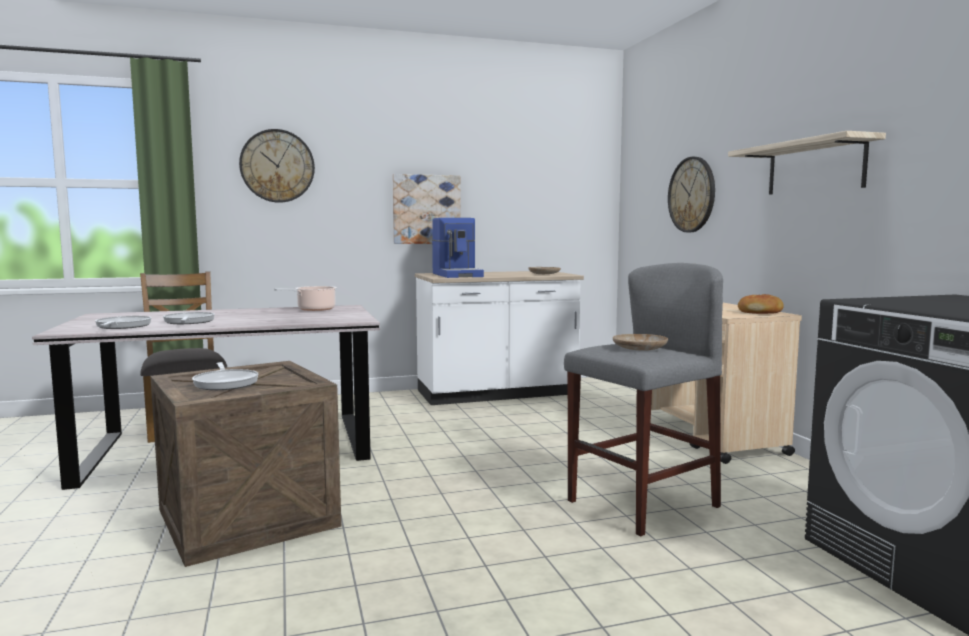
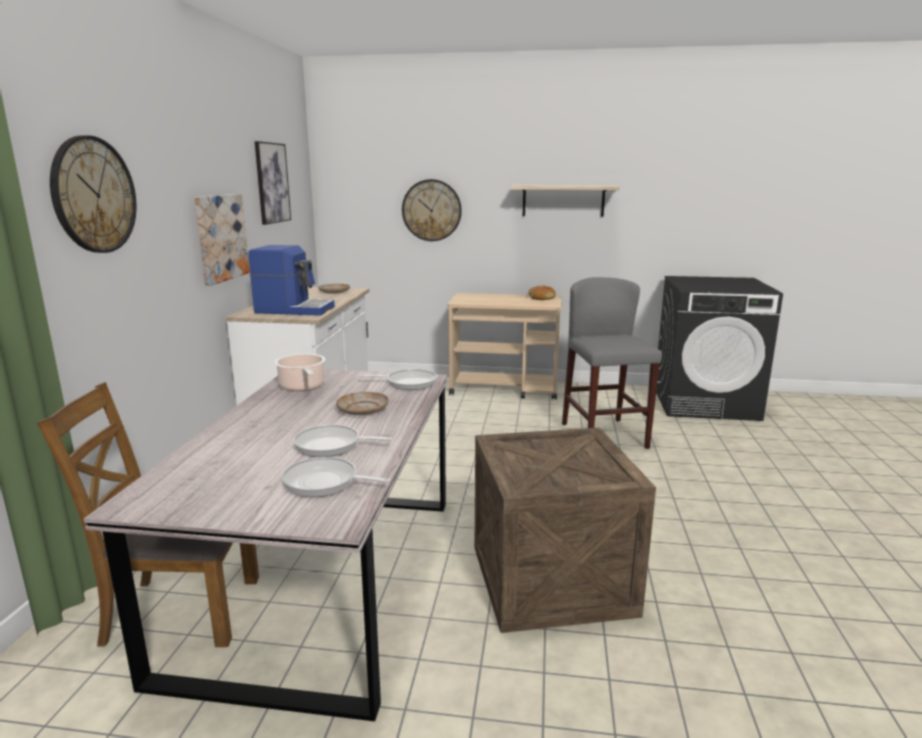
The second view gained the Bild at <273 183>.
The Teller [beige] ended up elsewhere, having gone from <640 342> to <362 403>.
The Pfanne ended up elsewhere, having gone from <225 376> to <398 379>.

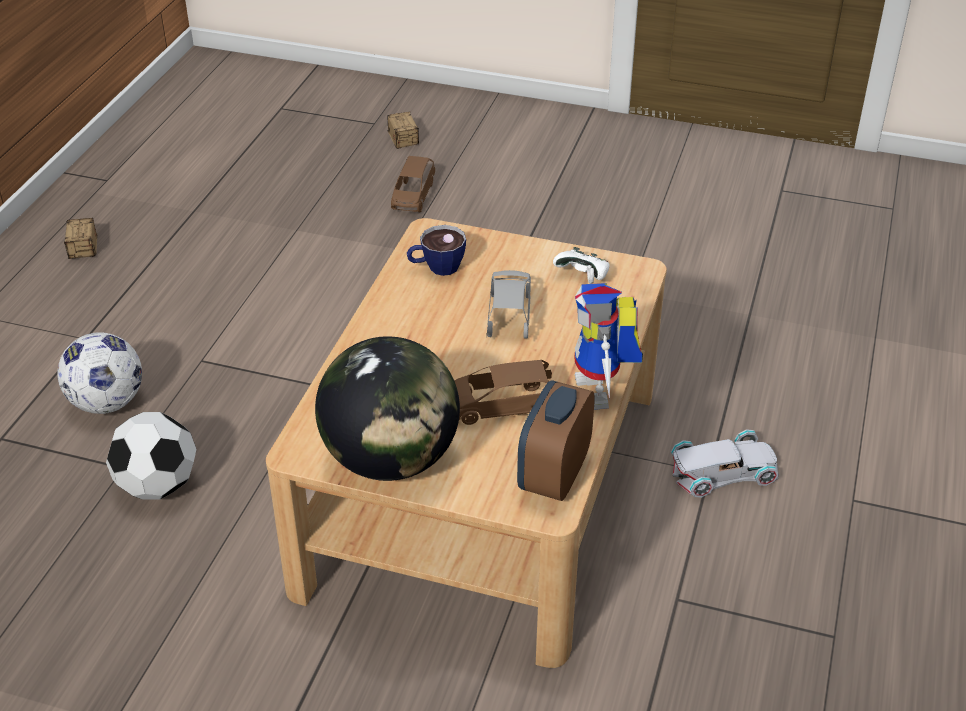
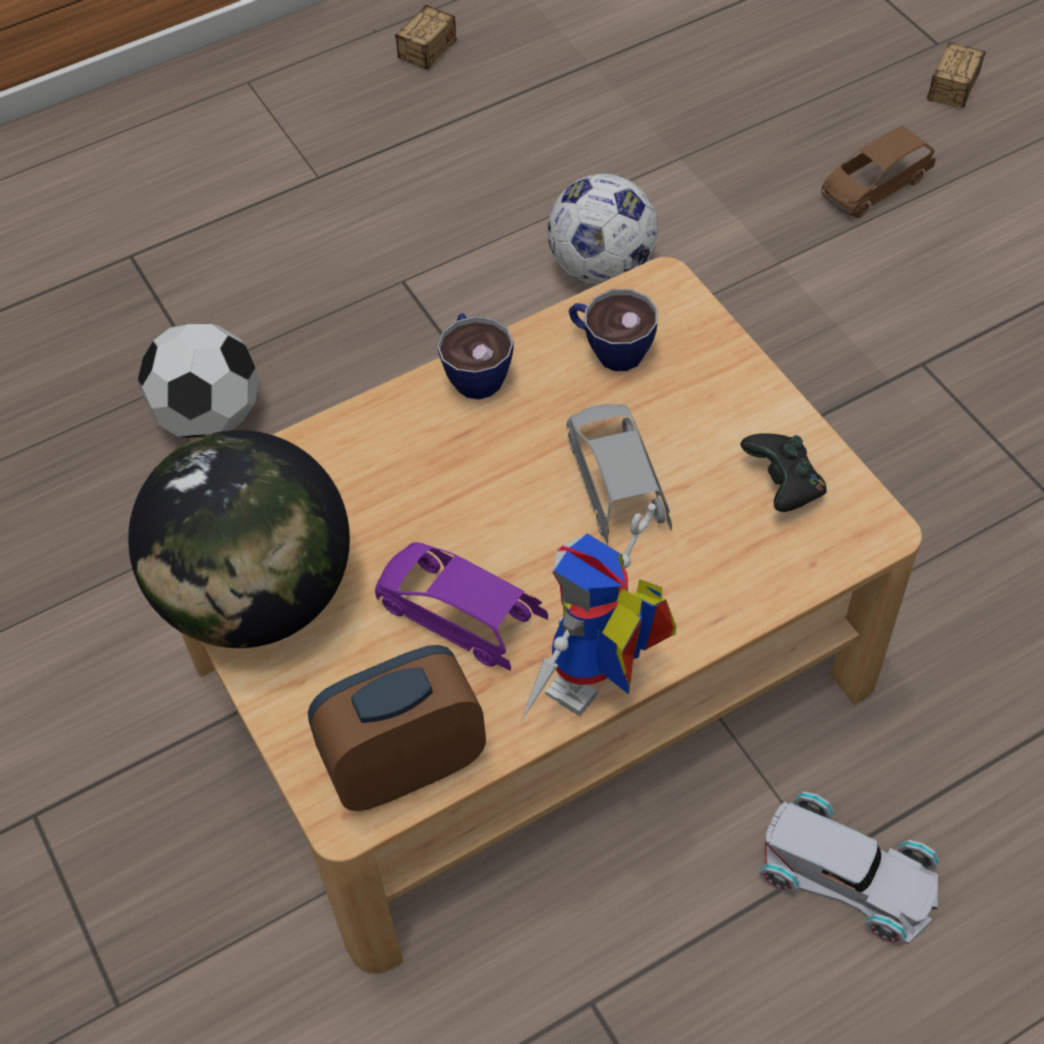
What was the Spielzeugauto [braun] at <503 392> turned into the Spielzeugauto [lila] at <461 606>.
The second view gained the Tasse at <475 356>.
The Fußball ended up elsewhere, having gone from <100 373> to <602 230>.
The Spielzeugauto [grau] at <509 304> ended up facing another way, 60 degrees counterclockwise from before.
What was the Gamepad [weiß] at <581 263> turned into the Gamepad [schwarz] at <783 472>.

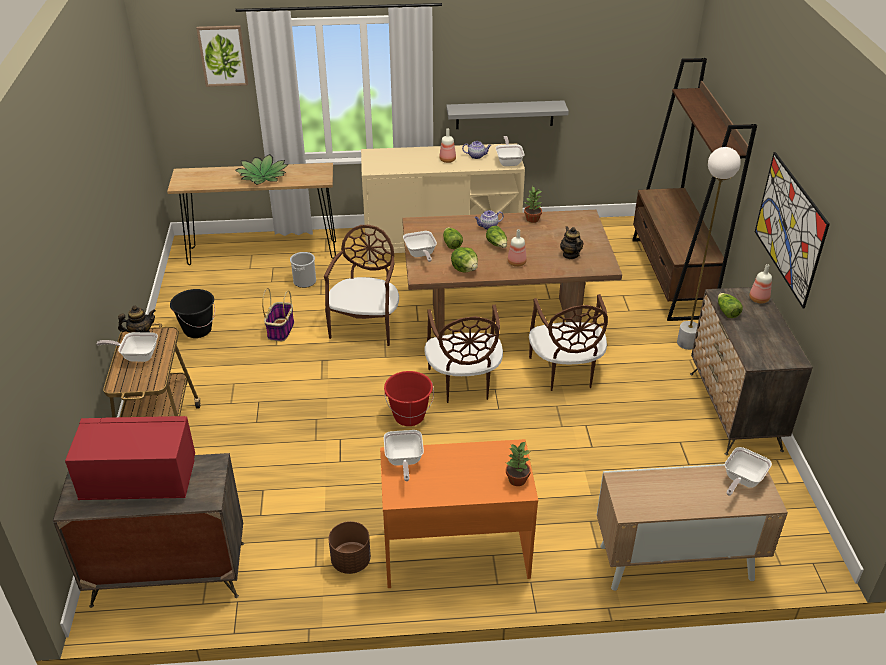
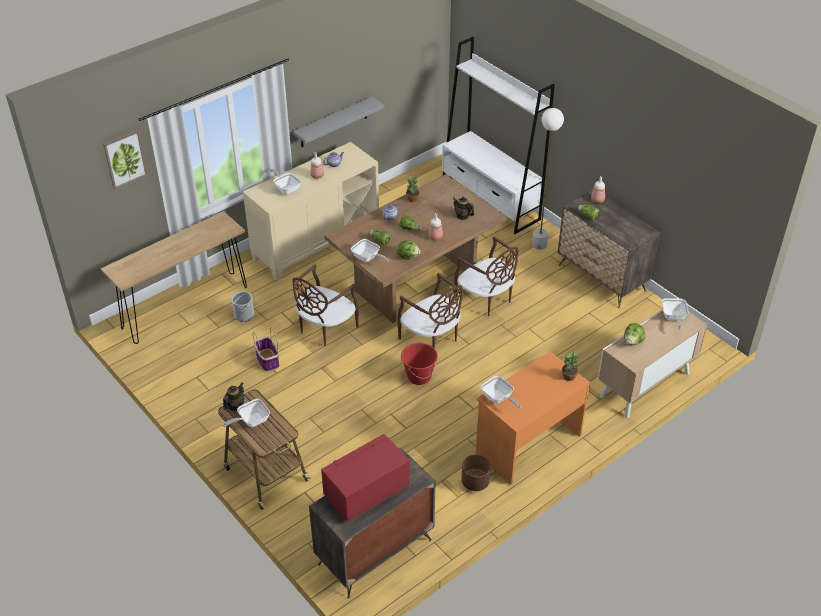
The Pfanne ended up elsewhere, having gone from <510 151> to <285 182>.
The Stuhl [braun] at <361 285> ended up facing another way, 120 degrees counterclockwise from before.
What was the Bücherregal [braun] at <694 189> turned into the Bücherregal [weiß] at <498 135>.
The second view gained the Salatkopf at <634 334>.
The second view lost the Eimer [schwarz] at <192 313>.
The second view lost the Topfpflanze at <262 169>.
The second view lost the Bild at <792 230>.

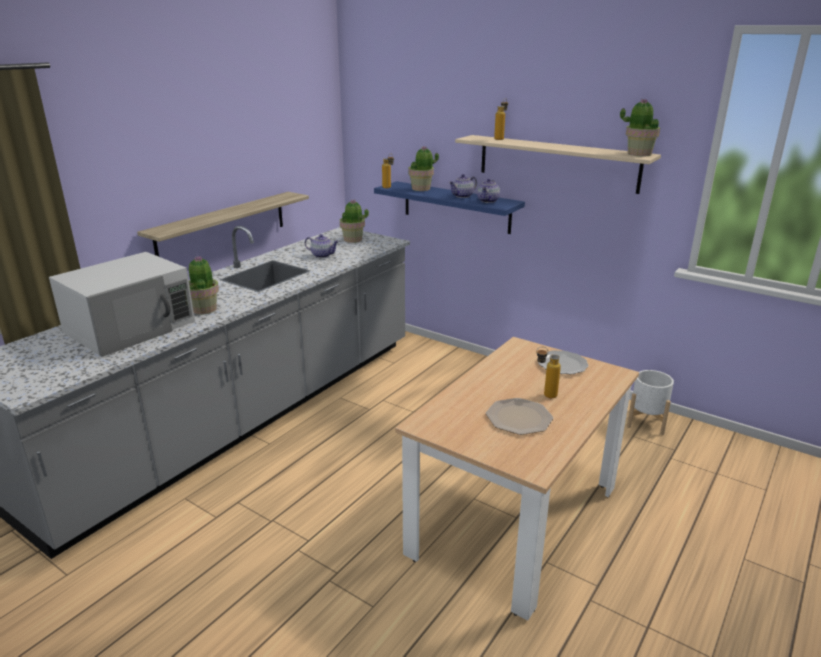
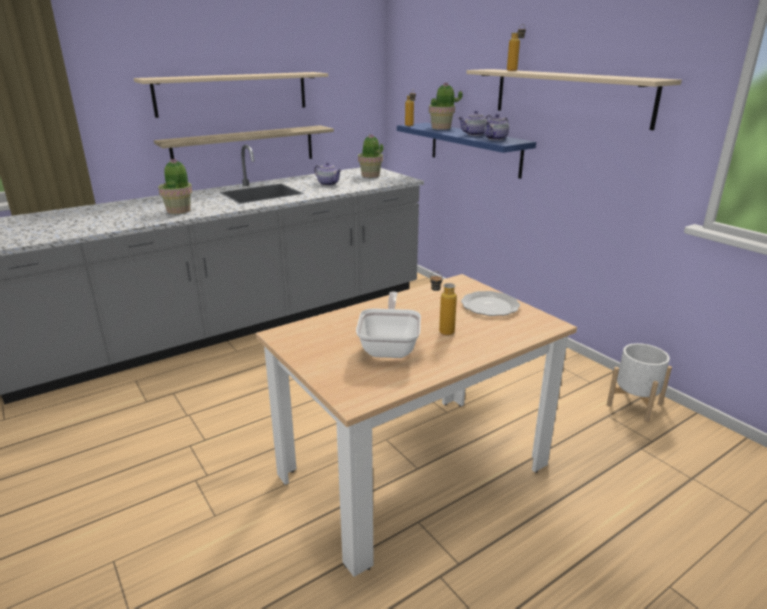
The second view gained the Wandregal [beige] at <231 95>.
Where the Teller stood at <519 416>, the Pfanne came to stand at <388 325>.
The second view lost the Mikrowelle [weiß] at <122 304>.
The second view lost the Topfpflanze at <640 128>.

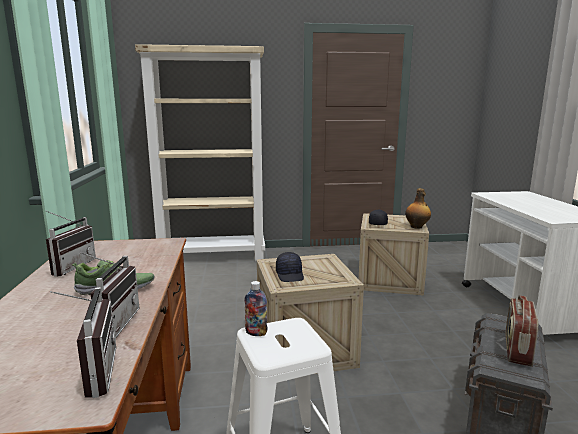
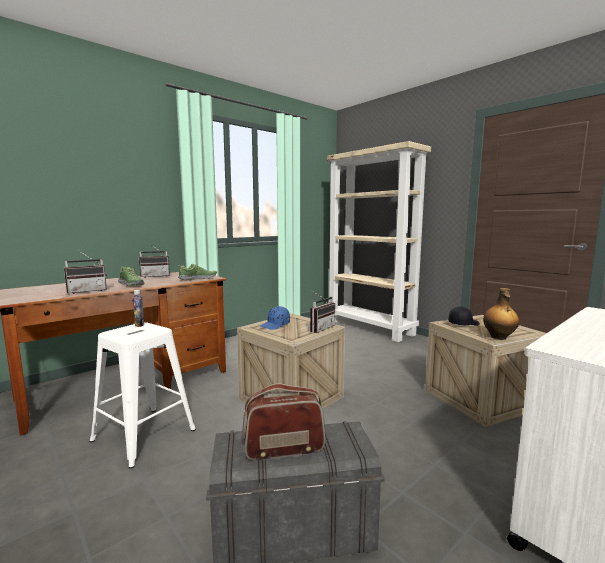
The second view gained the Schuh at <198 272>.
What was the Kappe [schwarz] at <290 267> turned into the Kappe [blau] at <275 318>.
The Radio ended up elsewhere, having gone from <83 342> to <323 312>.

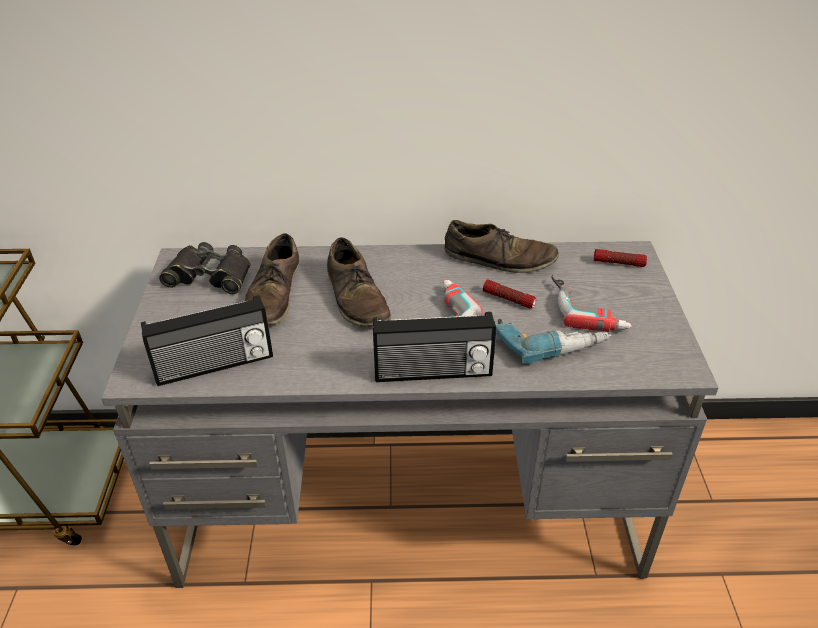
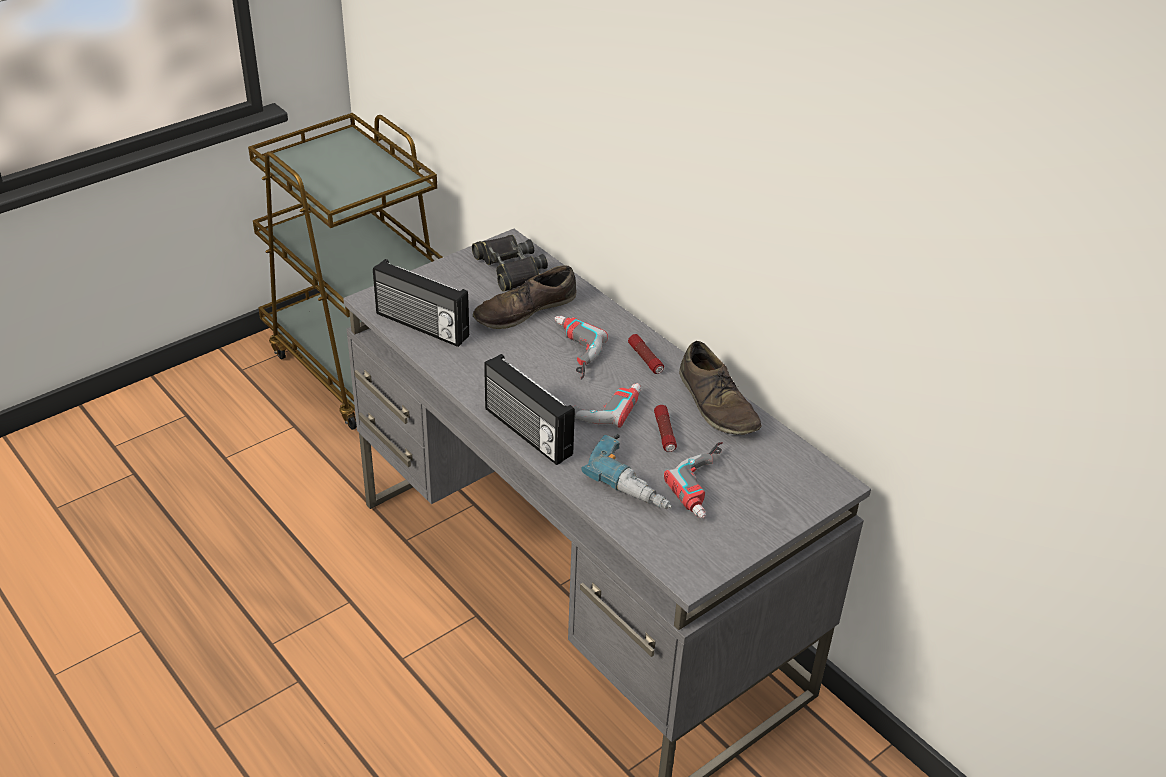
Where the Schuh [braun] stood at <359 282>, the Bohrmaschine came to stand at <581 347>.
The Taschenlampe ended up elsewhere, having gone from <620 258> to <646 354>.

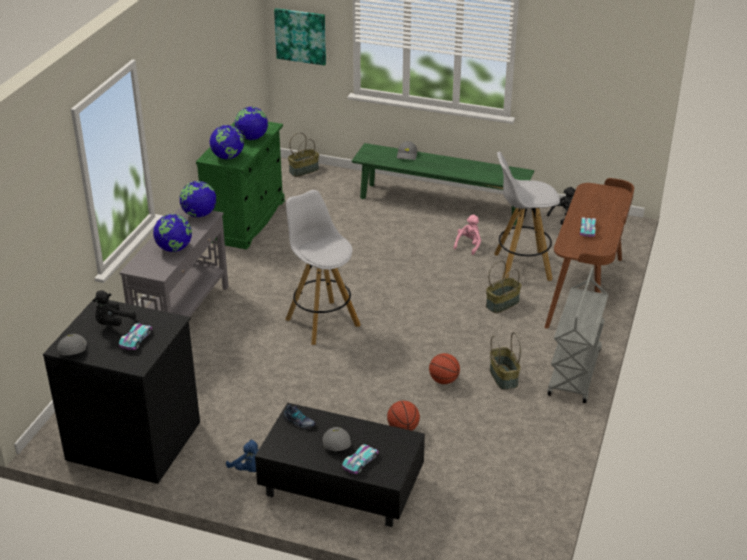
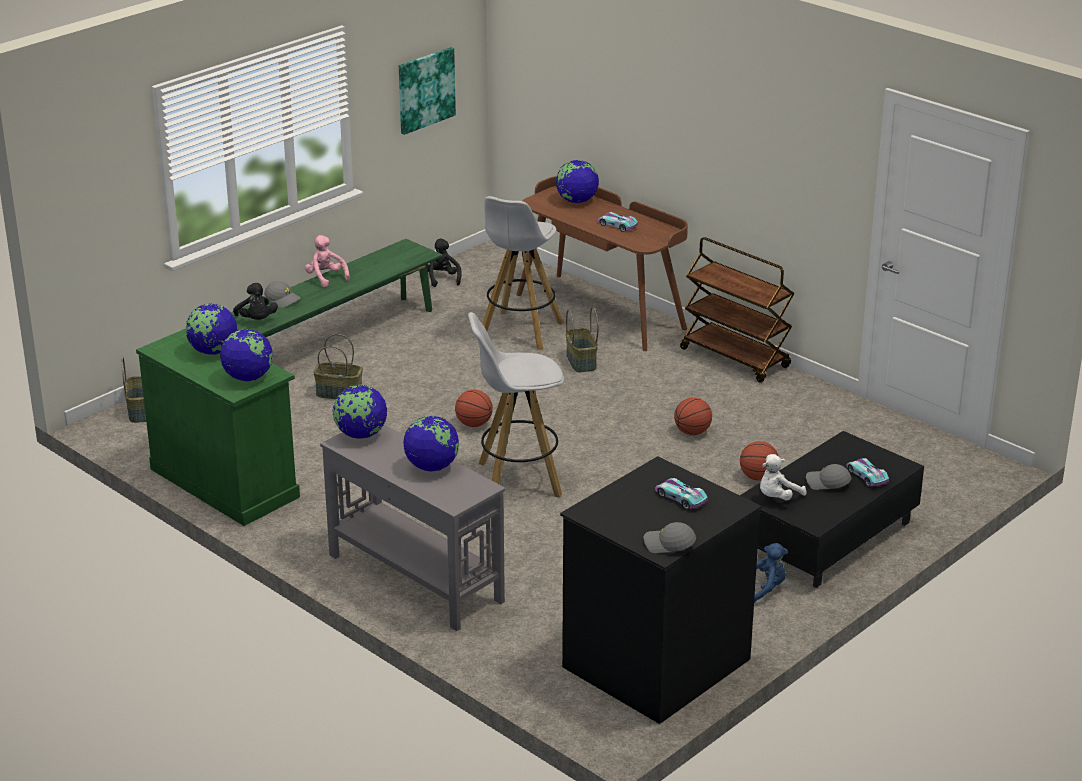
The Plüschtier [schwarz] ended up elsewhere, having gone from <114 308> to <255 301>.
The Plüschtier [rosa] ended up elsewhere, having gone from <467 235> to <327 261>.
The Korb ended up elsewhere, having gone from <505 361> to <338 366>.
The Bild ended up elsewhere, having gone from <300 37> to <427 91>.
The second view gained the Basketball at <474 408>.
The second view gained the Globus at <577 181>.
What was the Rollwagen [grau] at <577 335> turned into the Rollwagen [braun] at <737 309>.
Where the Schuh stood at <299 417>, the Plüschtier [weiß] came to stand at <783 477>.

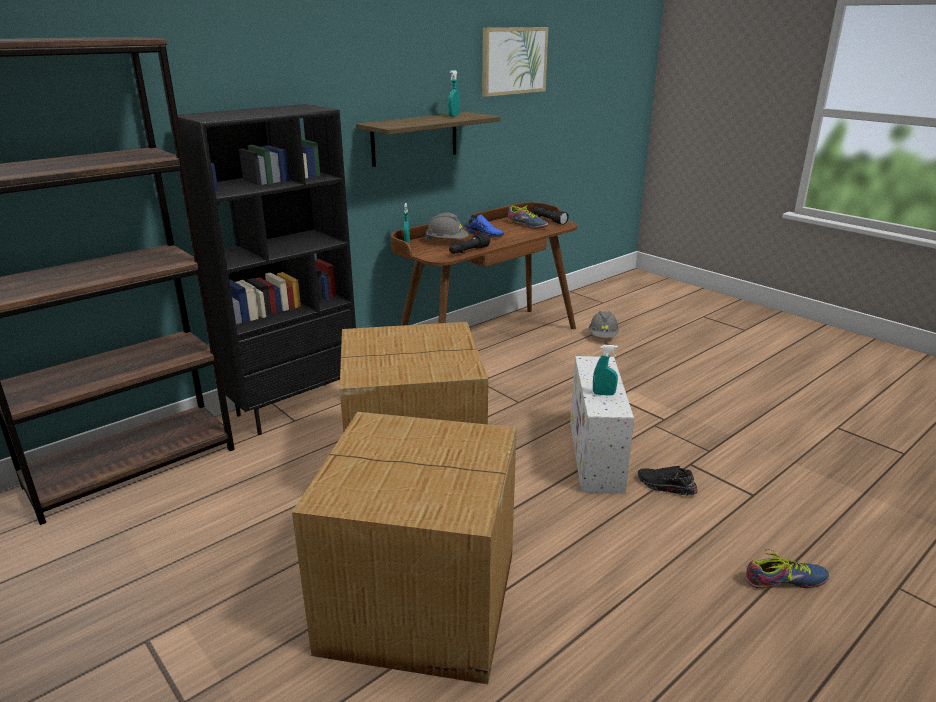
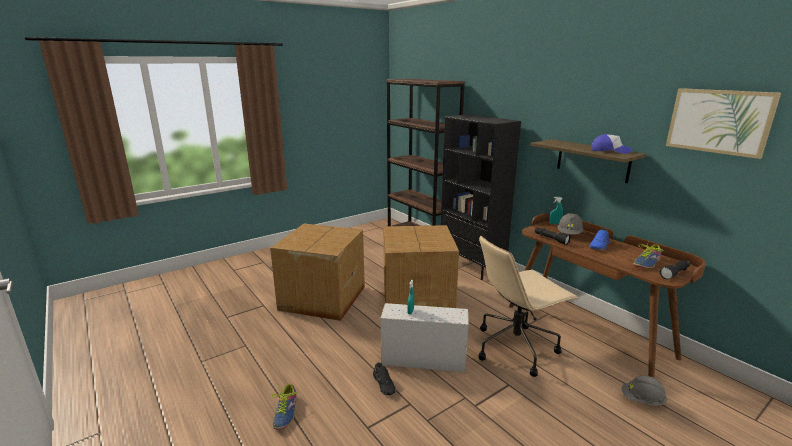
The Schuh [schwarz] at <668 480> ended up facing another way, 120 degrees clockwise from before.
The second view gained the Bürostuhl [beige] at <528 306>.
Where the Sprühflasche [türkis] stood at <454 93>, the Kappe came to stand at <612 144>.

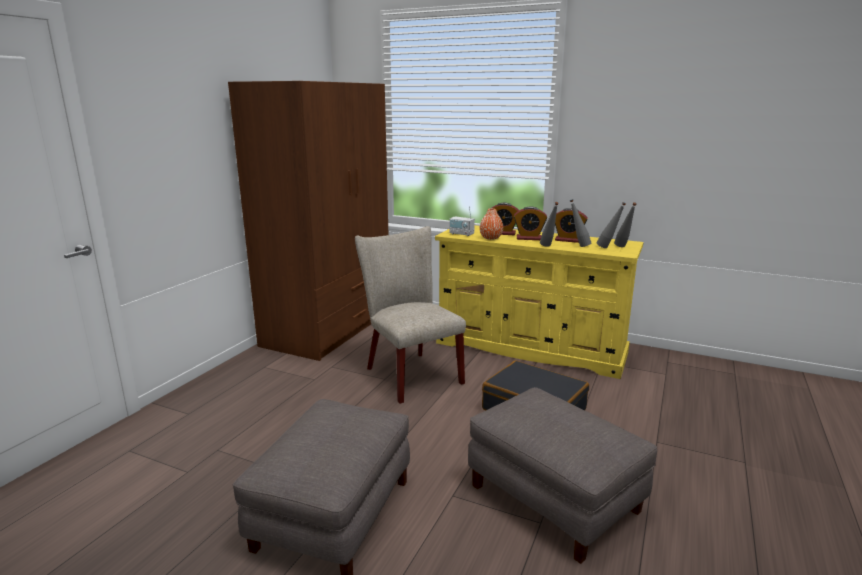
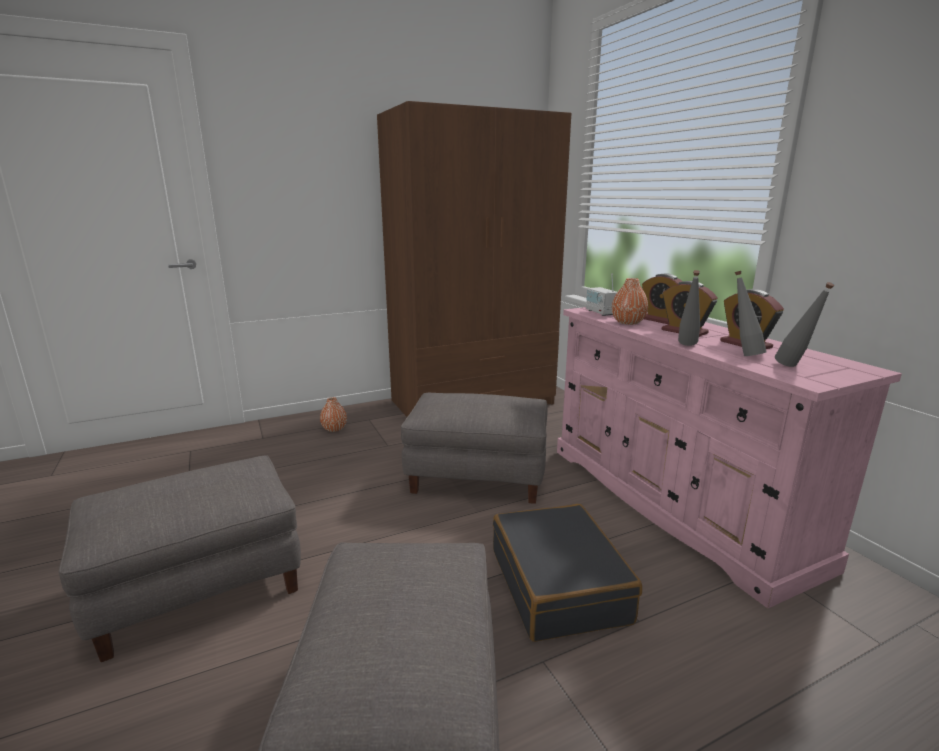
The second view gained the Vase [orange] at <333 414>.
Where the Stuhl [beige] stood at <410 315>, the Polsterhocker [grau] came to stand at <474 448>.
What was the Kommode [gelb] at <539 302> turned into the Kommode [rosa] at <729 457>.
The second view lost the Flasche [grau] at <625 224>.

